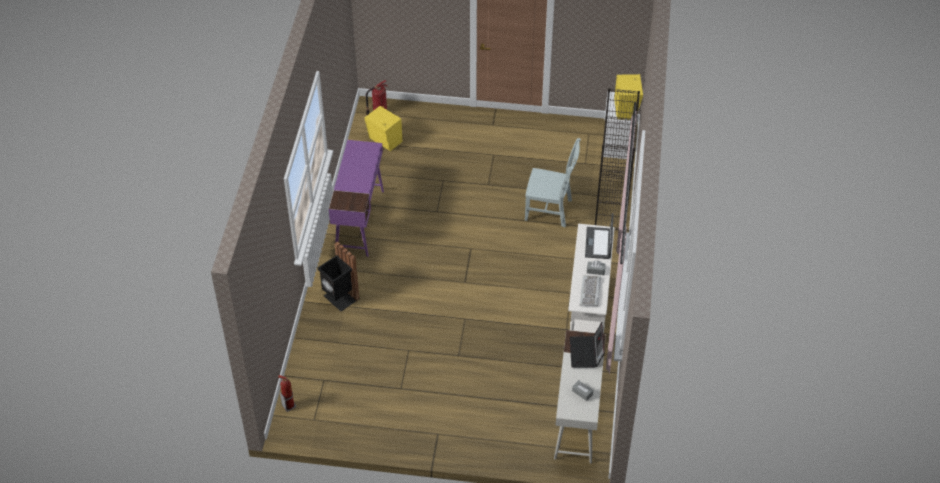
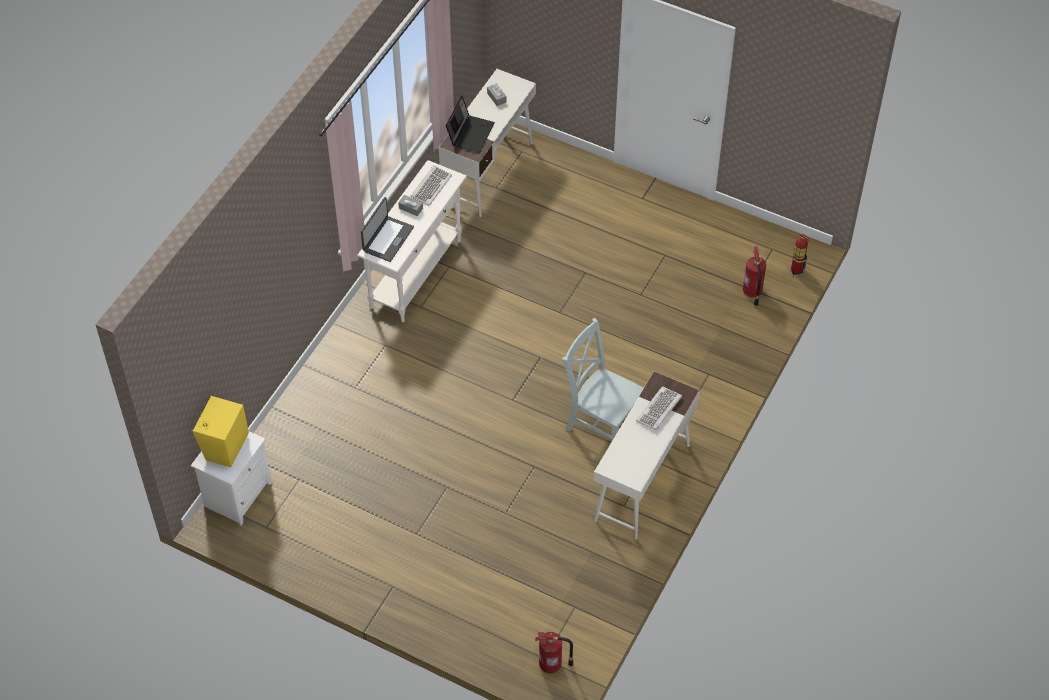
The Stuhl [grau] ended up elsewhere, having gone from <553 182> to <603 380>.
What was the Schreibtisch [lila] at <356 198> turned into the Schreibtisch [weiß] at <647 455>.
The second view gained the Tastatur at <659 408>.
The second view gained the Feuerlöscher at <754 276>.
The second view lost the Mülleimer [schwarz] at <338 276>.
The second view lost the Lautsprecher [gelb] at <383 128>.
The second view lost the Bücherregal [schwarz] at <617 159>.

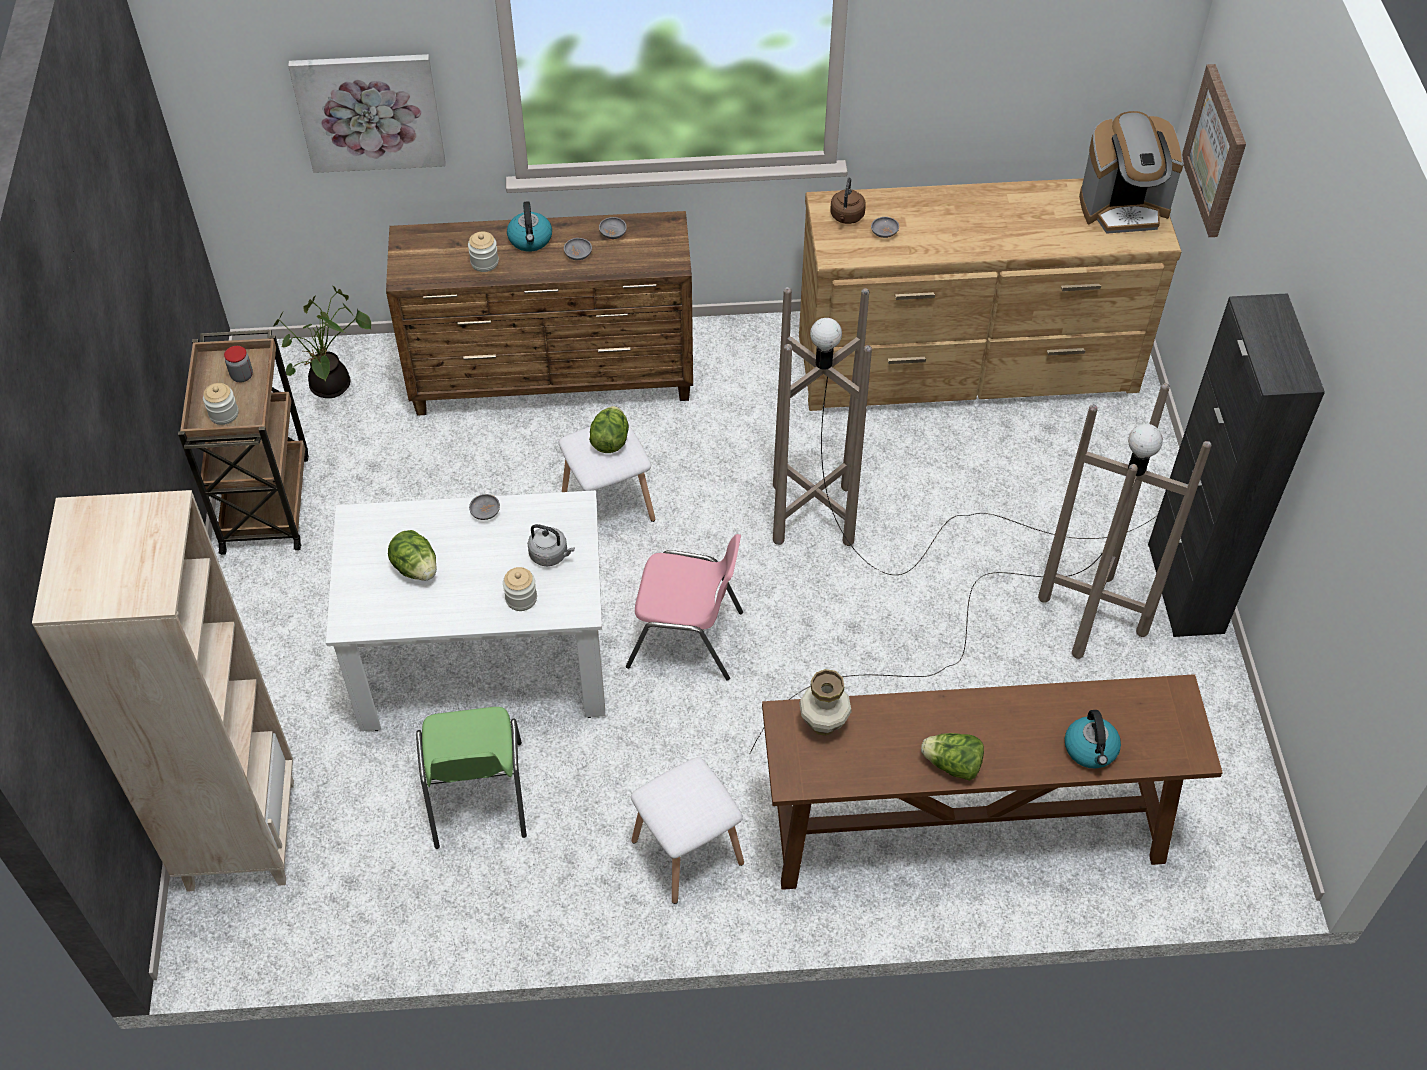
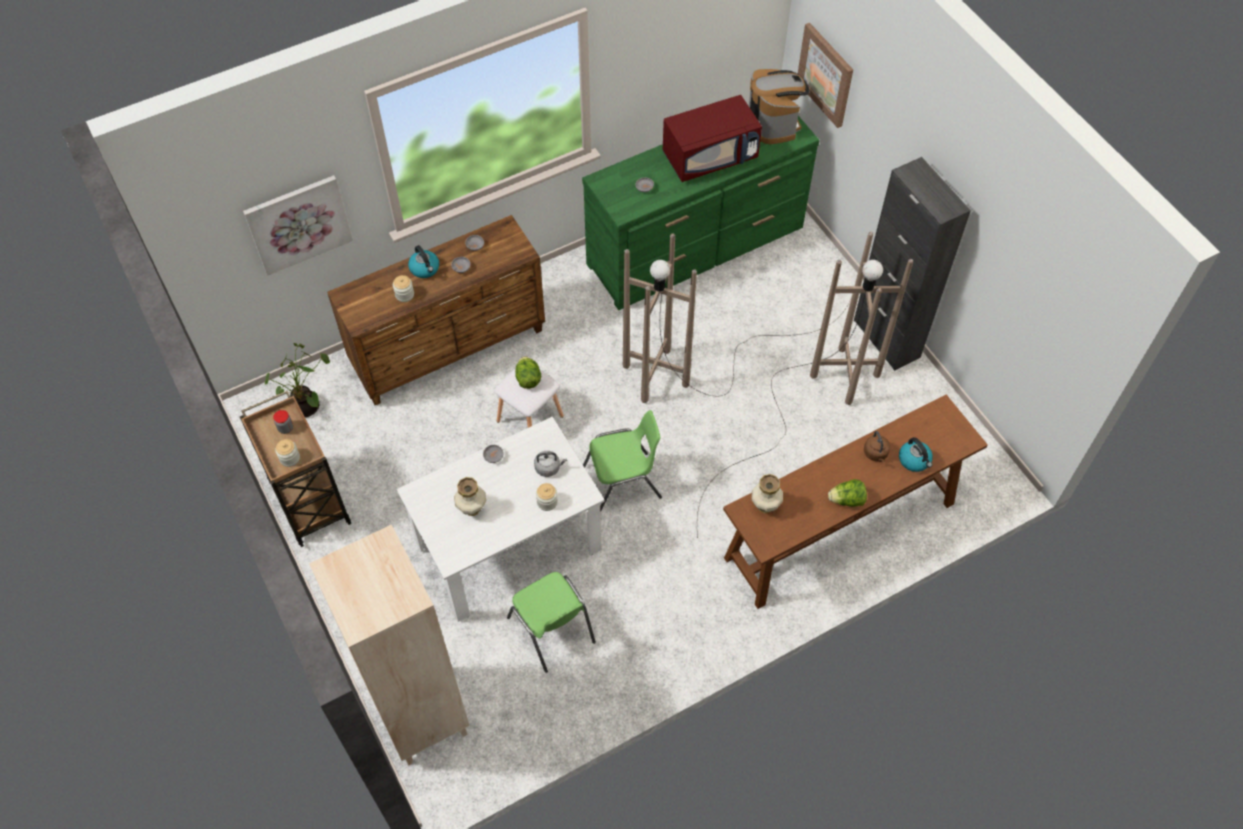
Where the Salatkopf stood at <412 555>, the Vase came to stand at <470 496>.
What was the Kommode [braun] at <990 294> turned into the Kommode [grün] at <701 213>.
What was the Stuhl [rosa] at <684 607> turned into the Stuhl [grün] at <622 461>.
The second view gained the Mikrowelle [rot] at <712 138>.
The Kaffeemaschine at <1131 172> ended up facing another way, 75 degrees counterclockwise from before.
The Wasserkessel [braun] ended up elsewhere, having gone from <848 201> to <877 446>.
The second view lost the Hocker [weiß] at <687 830>.

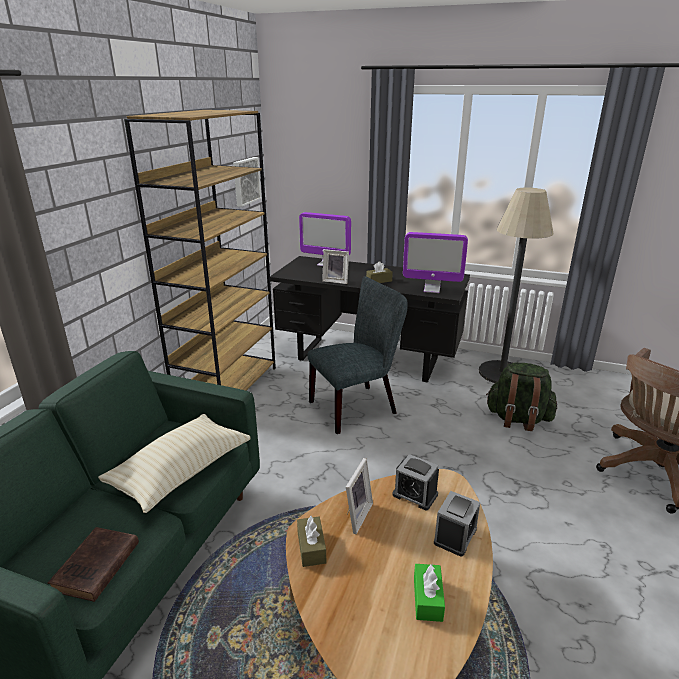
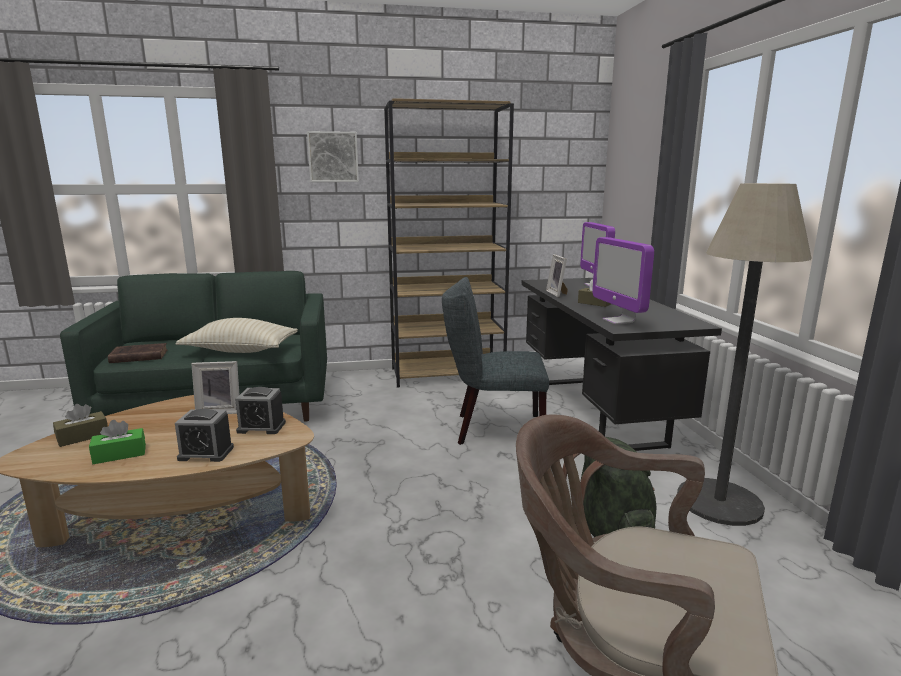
The Taschentuchbox [braun] ended up elsewhere, having gone from <311 541> to <80 425>.
The Wecker at <415 482> ended up facing another way, 90 degrees counterclockwise from before.
The Bild ended up elsewhere, having gone from <247 182> to <333 156>.
The Stuhl [grau] at <358 355> ended up facing another way, 150 degrees clockwise from before.

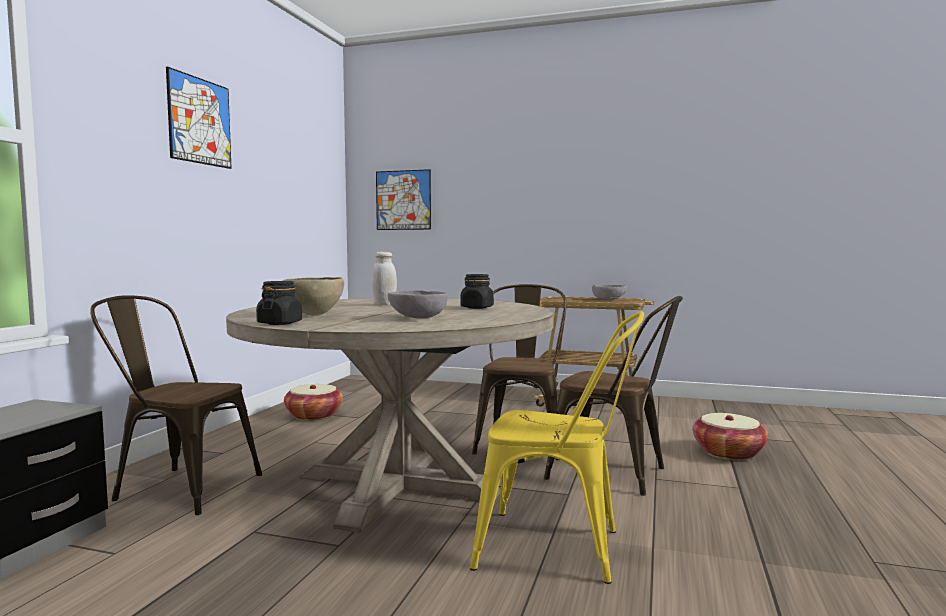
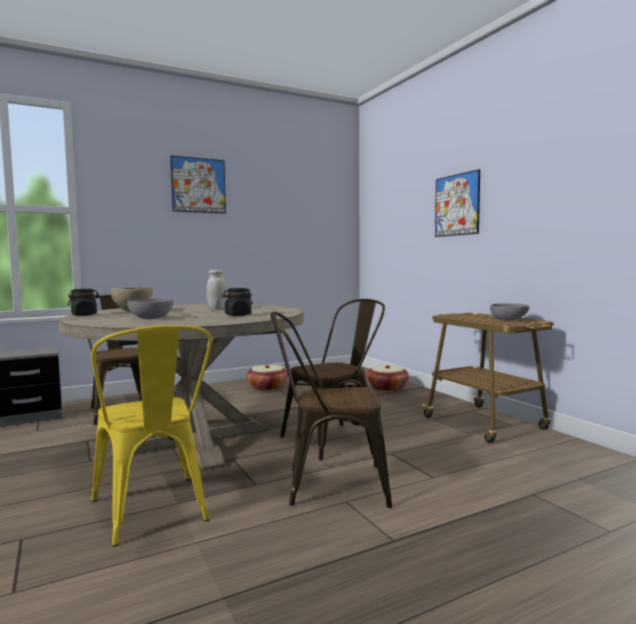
The Stuhl [braun] at <613 396> ended up facing another way, 105 degrees clockwise from before.
The Korb ended up elsewhere, having gone from <730 437> to <388 378>.
The Bild ended up elsewhere, having gone from <403 199> to <457 203>.

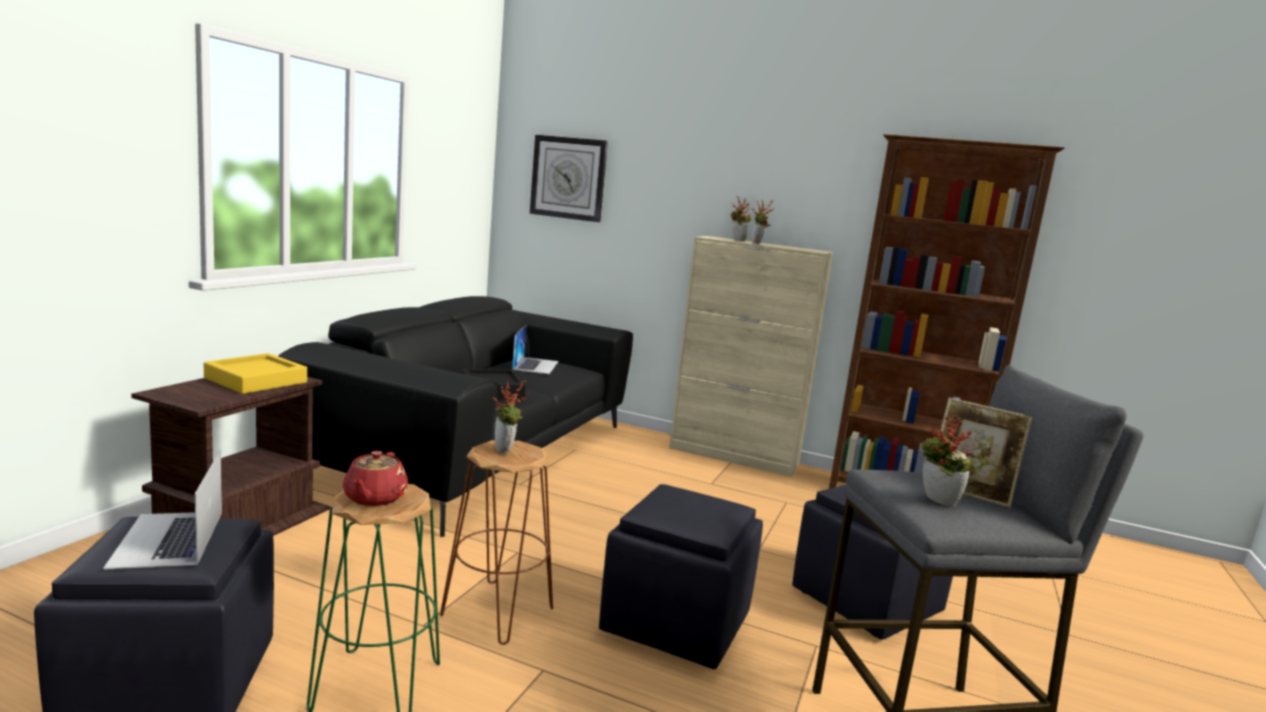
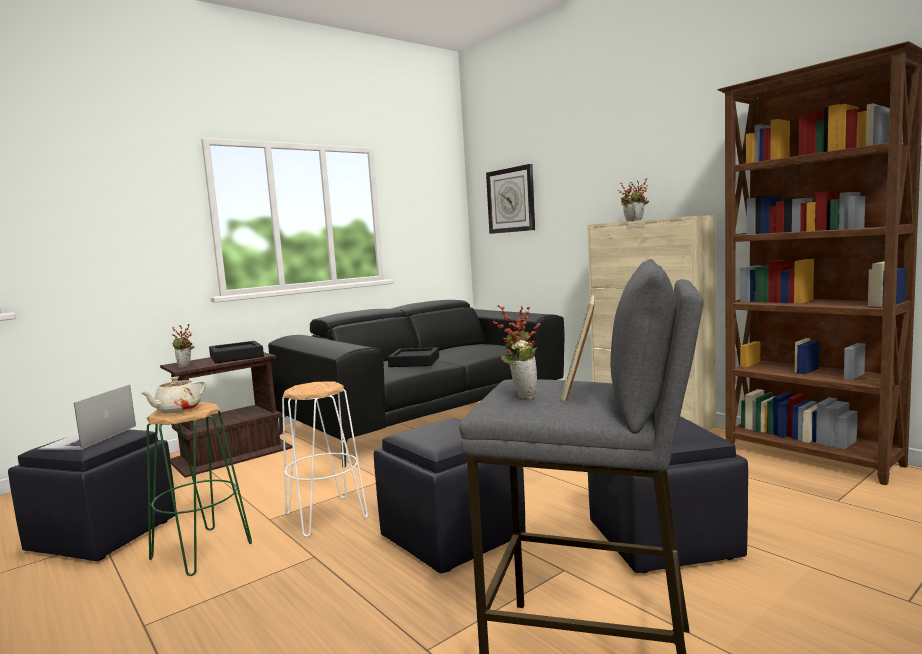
What was the Teekanne [rot] at <375 478> turned into the Teekanne [beige] at <173 395>.
The Topfpflanze ended up elsewhere, having gone from <511 417> to <183 345>.
What was the Tablett [gelb] at <255 373> turned into the Tablett [schwarz] at <236 352>.
What was the Hocker [braun] at <496 542> turned into the Hocker [weiß] at <325 459>.
The Bilderrahmen at <986 453> ended up facing another way, 45 degrees clockwise from before.
The second view lost the Laptop at <535 349>.

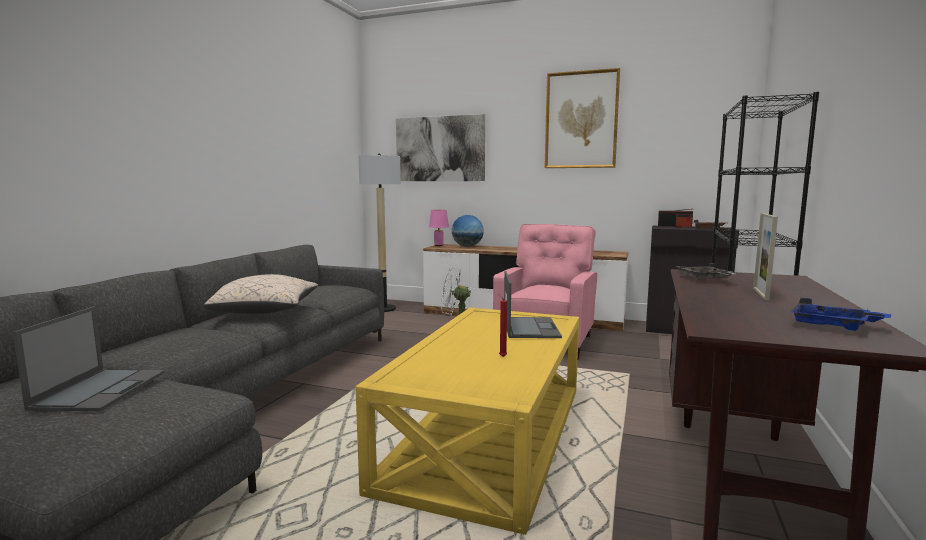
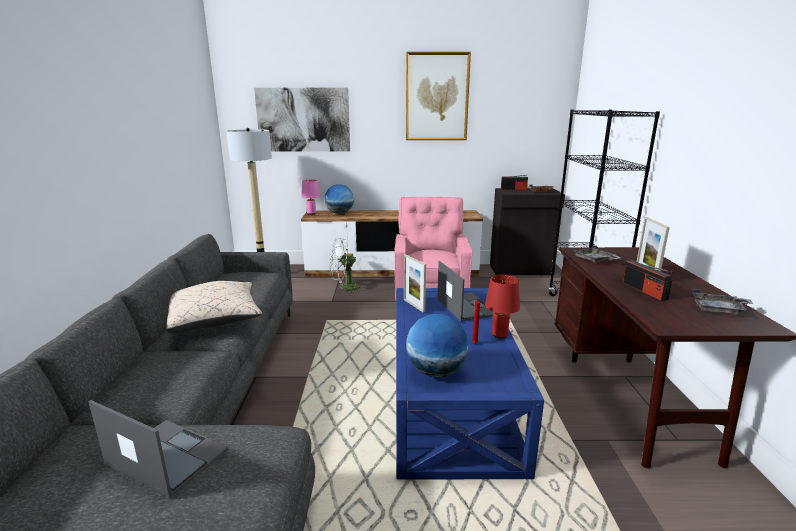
The Laptop at <89 358> ended up facing another way, 45 degrees counterclockwise from before.
What was the Couchtisch [gelb] at <467 421> turned into the Couchtisch [blau] at <470 384>.
The second view gained the Bilderrahmen at <415 283>.
The second view gained the Globus at <437 345>.
The second view gained the Tischlampe [rot] at <502 307>.
The second view gained the Radio at <648 280>.
What was the Tablett [blau] at <840 314> turned into the Tablett [grau] at <722 302>.

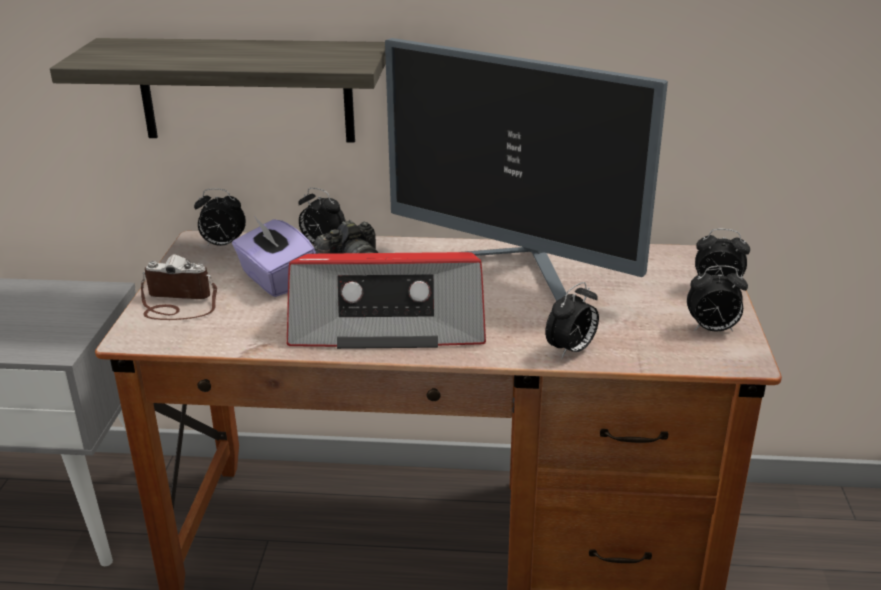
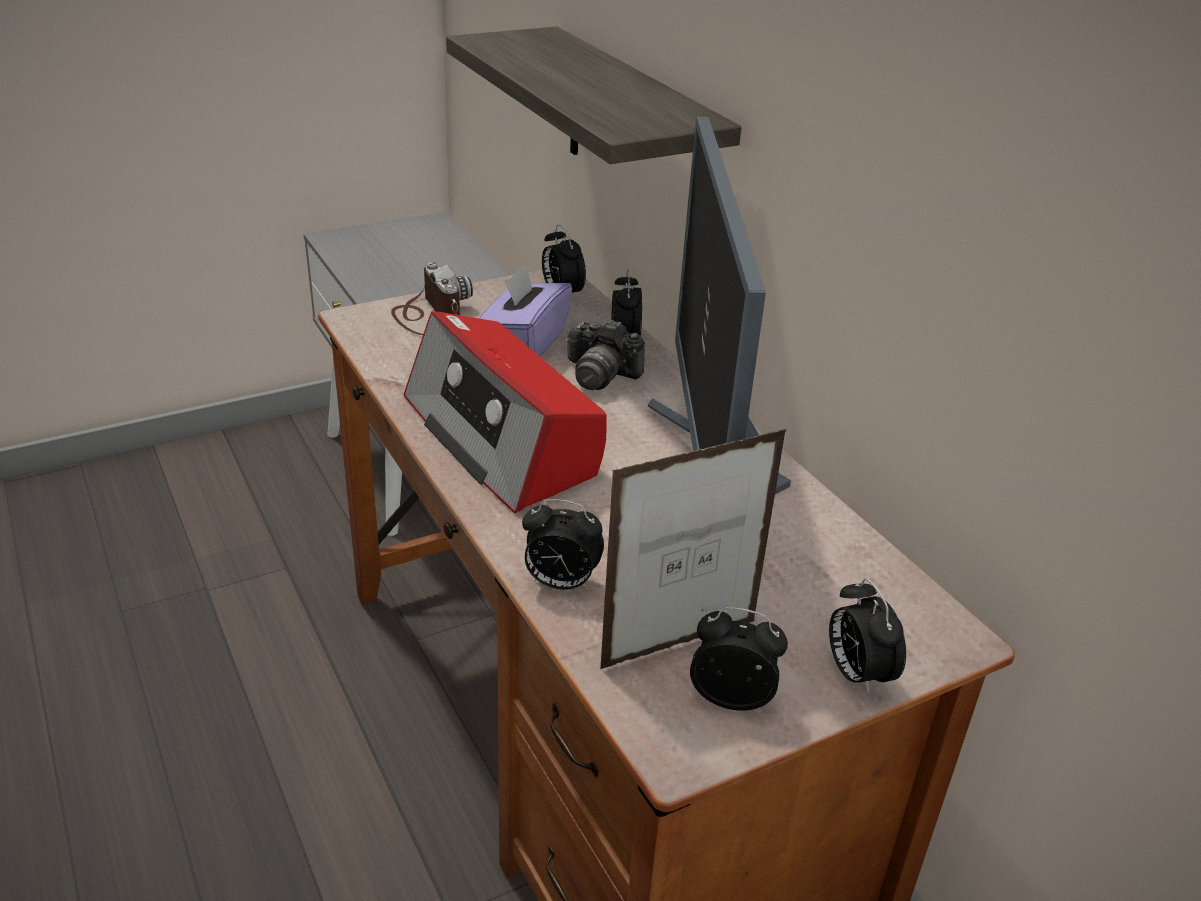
The second view gained the Bilderrahmen at <693 549>.
The Wecker at <717 299> ended up facing another way, 135 degrees clockwise from before.

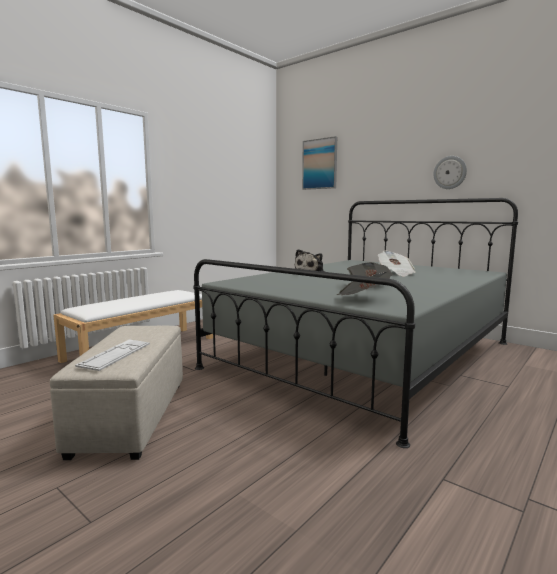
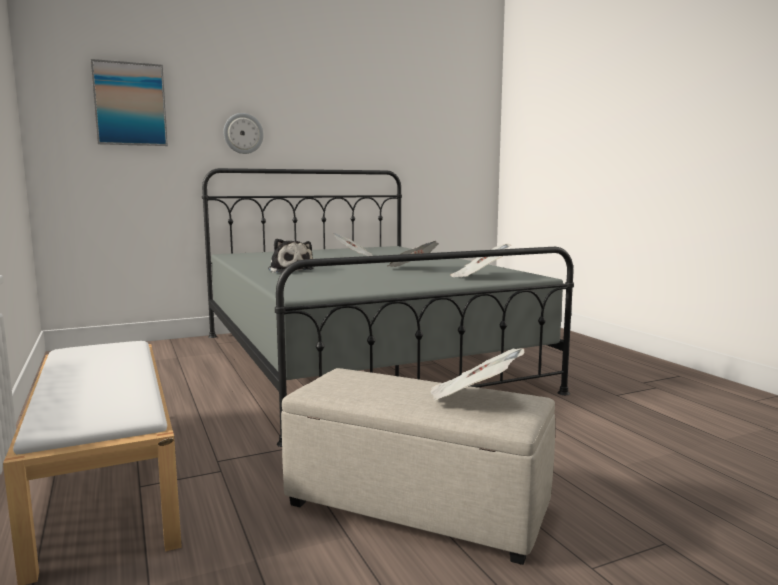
The Wanduhr ended up elsewhere, having gone from <450 172> to <243 133>.
Where the Tastatur stood at <112 355>, the Zeitung came to stand at <478 374>.

